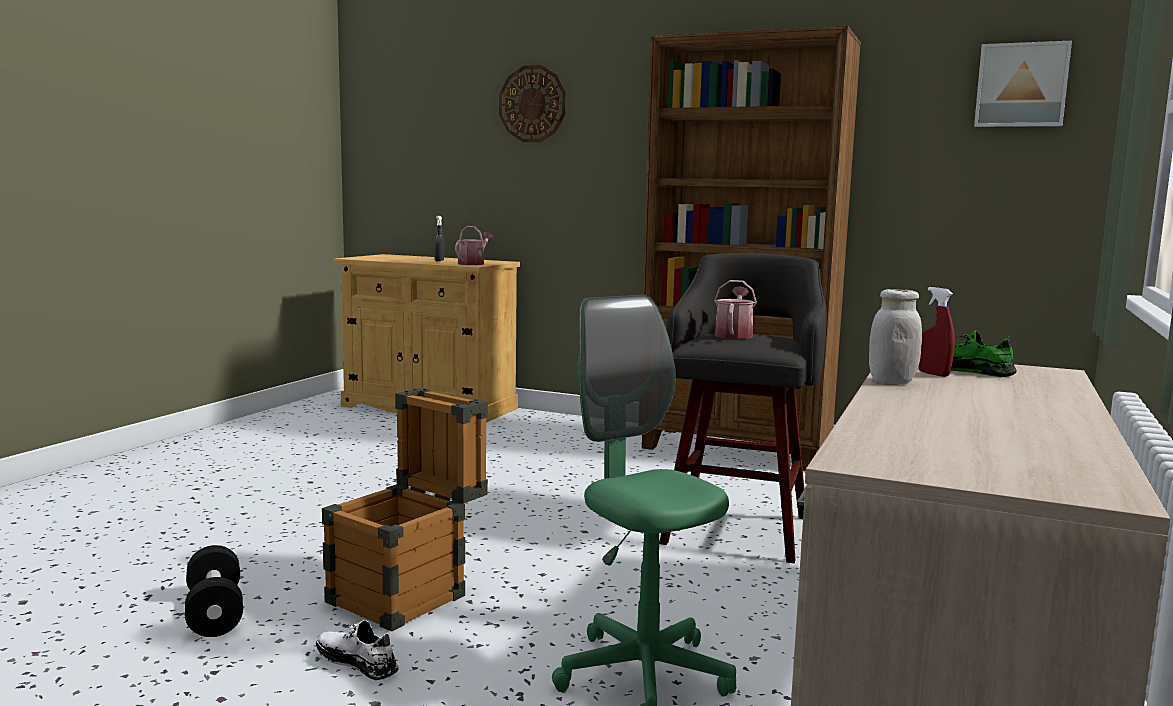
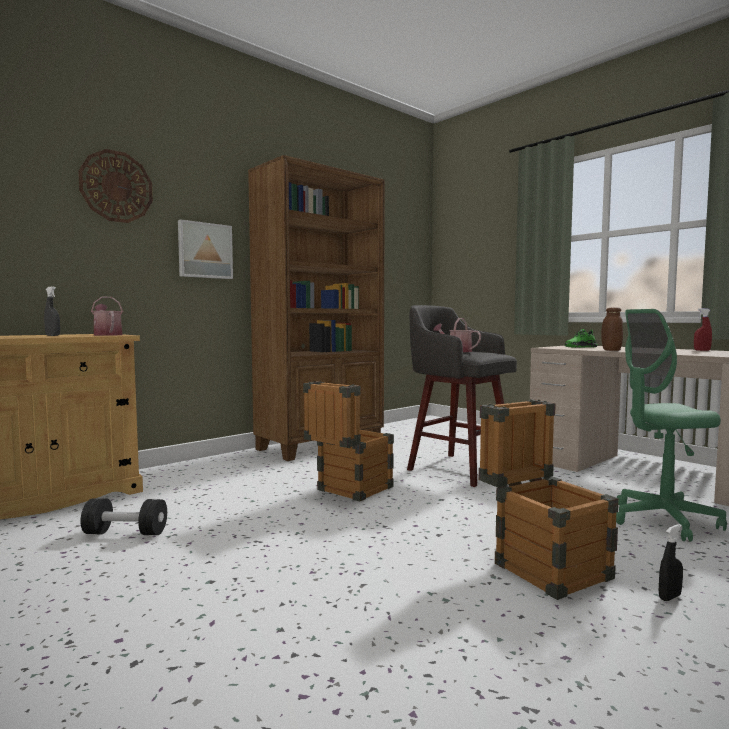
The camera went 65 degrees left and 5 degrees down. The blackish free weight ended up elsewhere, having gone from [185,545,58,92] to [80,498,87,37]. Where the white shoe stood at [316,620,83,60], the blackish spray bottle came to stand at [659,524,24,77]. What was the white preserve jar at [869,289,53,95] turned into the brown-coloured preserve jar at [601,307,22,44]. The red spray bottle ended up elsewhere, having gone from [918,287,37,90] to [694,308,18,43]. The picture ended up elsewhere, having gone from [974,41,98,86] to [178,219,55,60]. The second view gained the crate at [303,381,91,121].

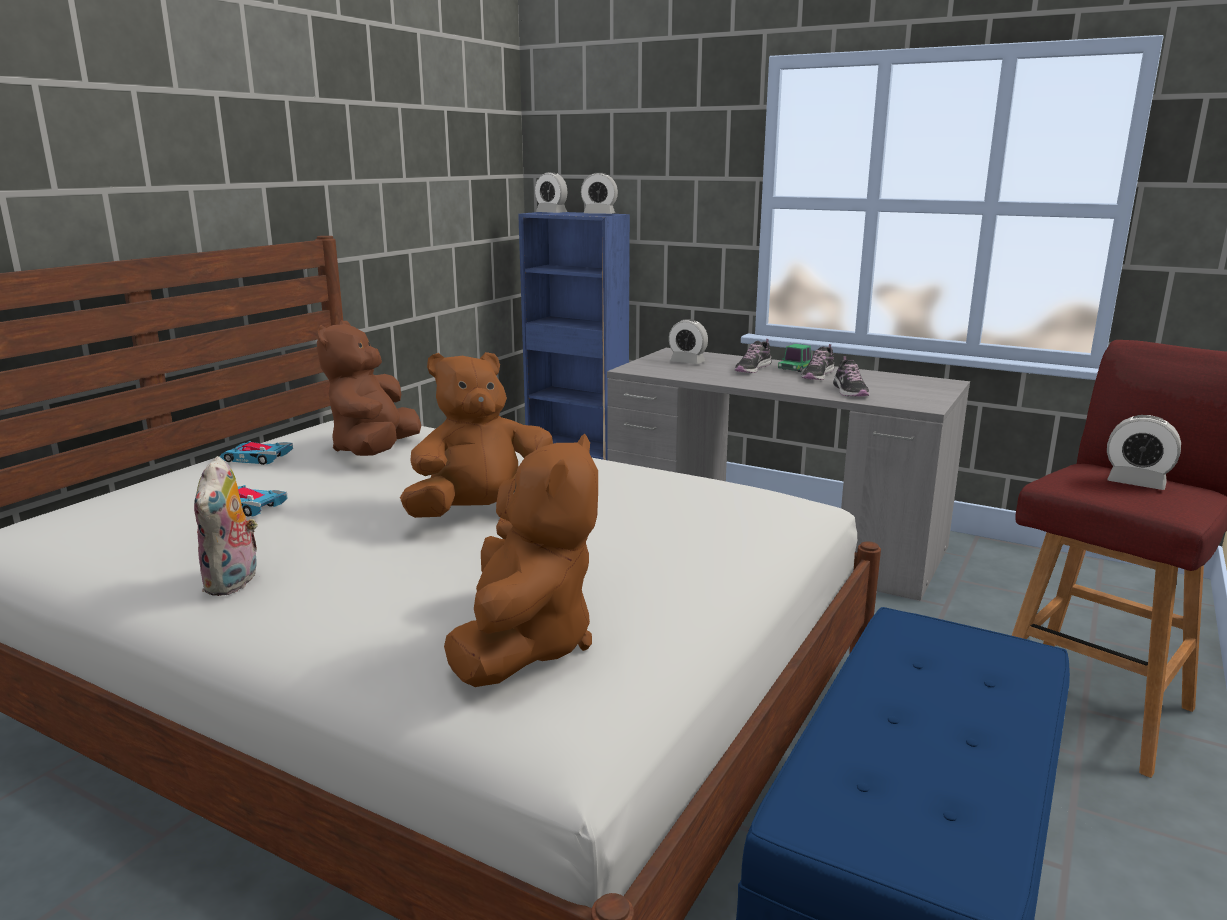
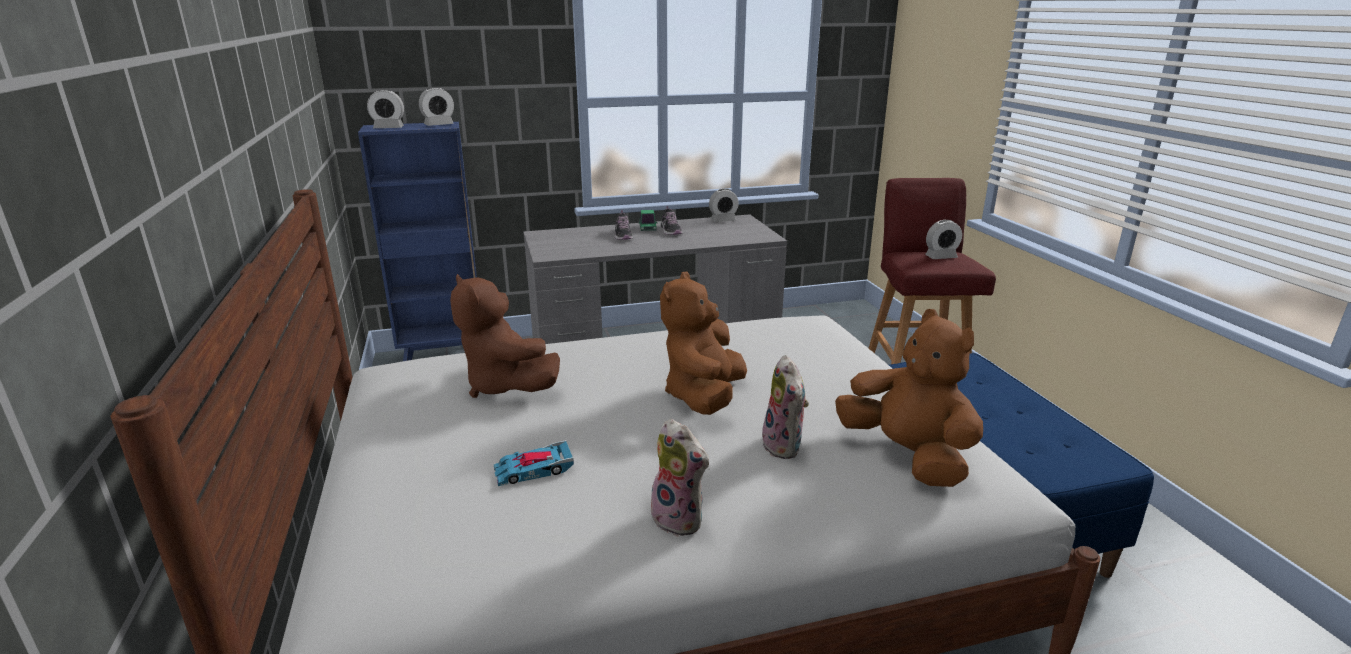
The camera went 45 degrees left and 5 degrees up. The second view lost the toy car at [219,441,74,24]. The table clock ended up elsewhere, having gone from [669,319,39,45] to [709,189,30,33]. The second view lost the shoe at [833,356,36,40]. The second view gained the cuddly toy at [762,355,47,104].

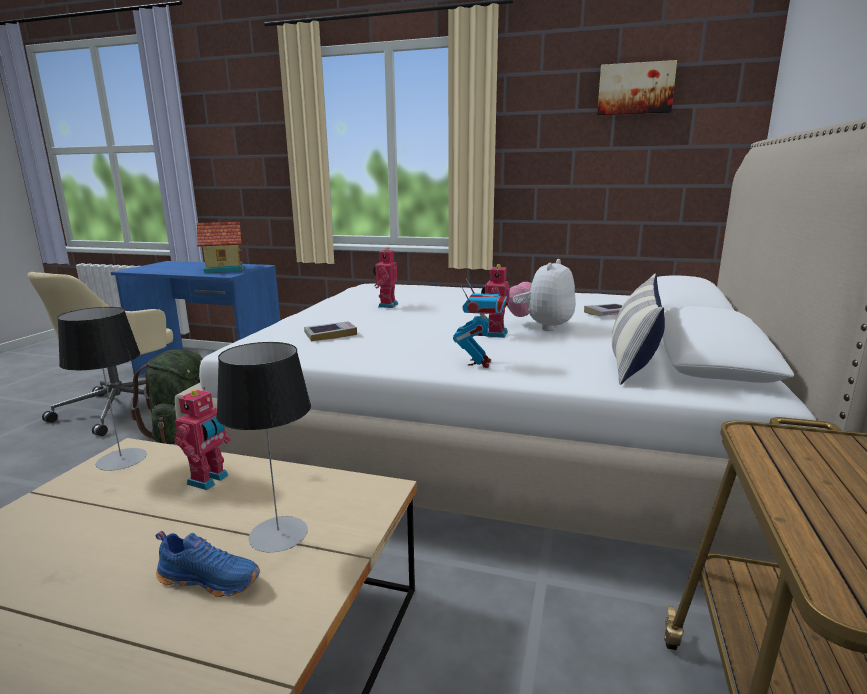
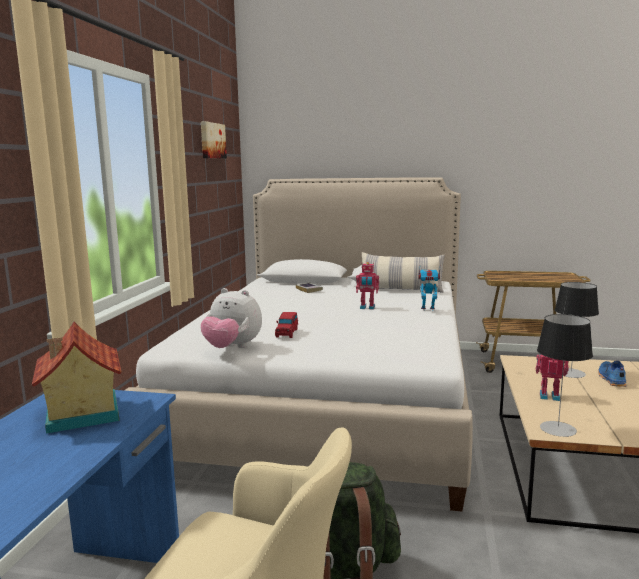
The camera went 95 degrees left and 5 degrees down. The second view lost the bound book at [304,321,53,21]. Where the robot figure stood at [373,248,25,60], the red toy car came to stand at [275,312,23,26]. The cuddly toy ended up elsewhere, having gone from [507,259,69,72] to [201,288,61,60].

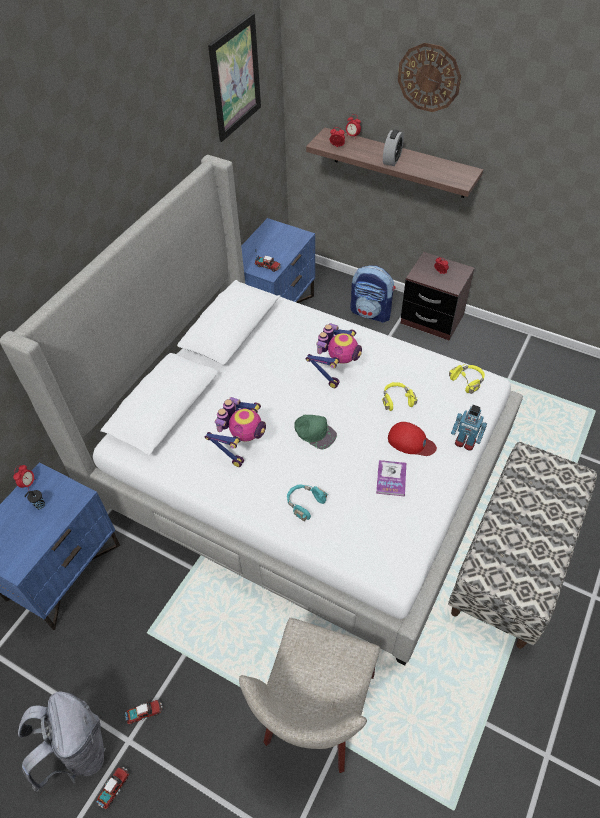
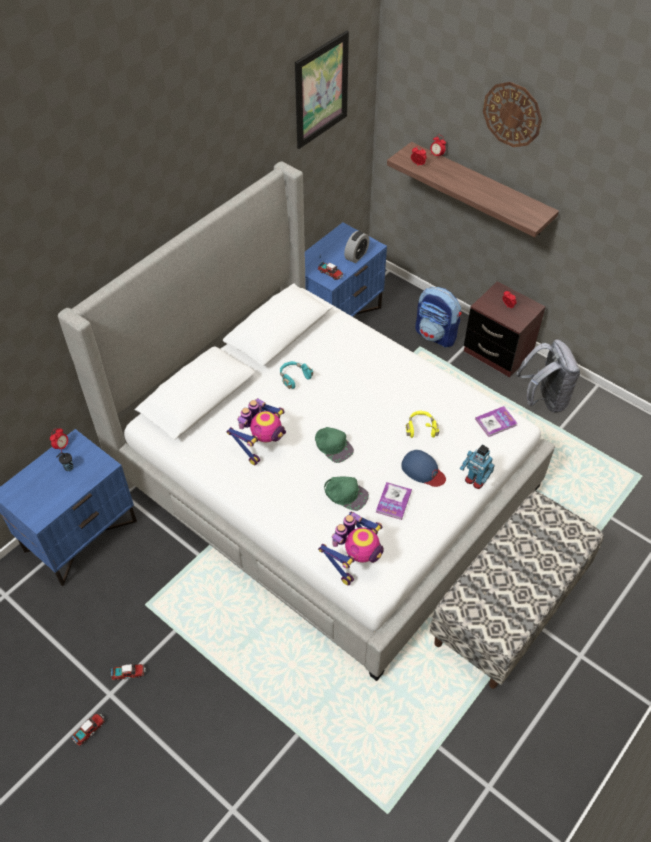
The camera went 10 degrees right and 0 degrees up. The greyish knapsack ended up elsewhere, having gone from [18,692,88,100] to [516,339,64,74]. The second view lost the beige upright chair at [239,618,141,155]. The turquoise-coloured headset ended up elsewhere, having gone from [287,484,41,37] to [280,361,33,28]. The robot figure ended up elsewhere, having gone from [306,323,56,65] to [318,511,66,75]. The table clock ended up elsewhere, having gone from [383,130,21,36] to [344,231,25,32]. What was the red cap at [388,422,49,34] turned into the blue cap at [401,450,45,37]. Where the yellowish headset stood at [449,364,36,30], the bound book came to stand at [475,406,43,31]. The second view gained the green-coloured cap at [324,477,45,34].

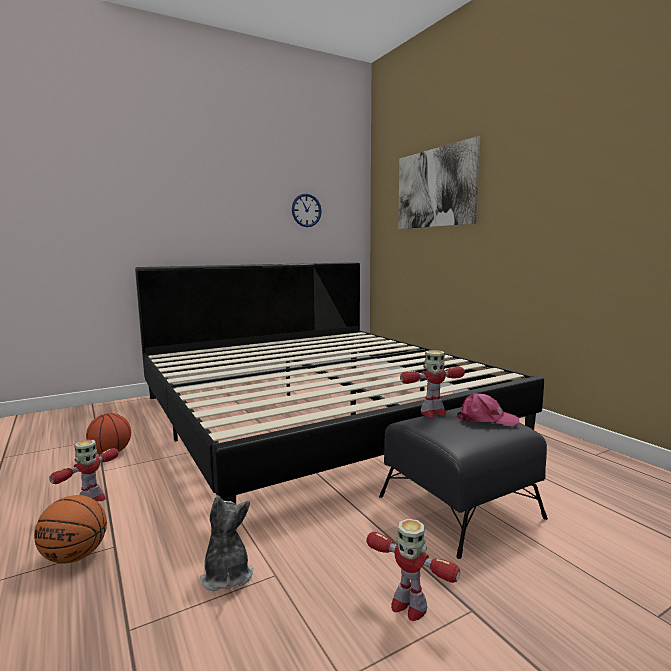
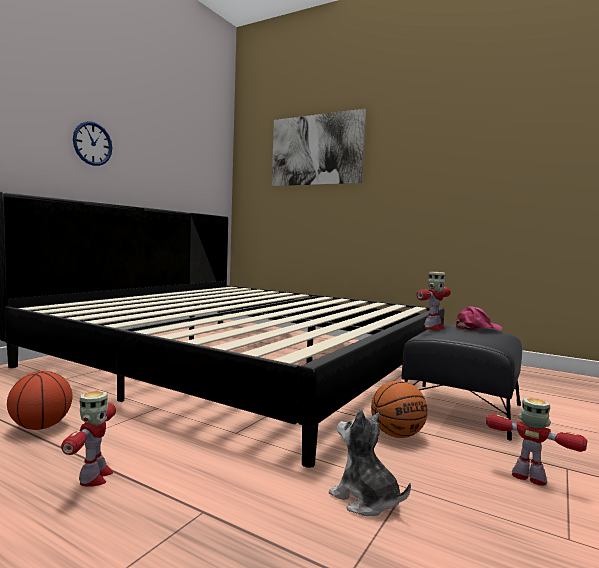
The camera went 30 degrees left and 5 degrees down. The basketball ball ended up elsewhere, having gone from [34,495,73,69] to [371,381,57,57]. The wall clock ended up elsewhere, having gone from [292,193,30,34] to [73,121,39,45]. The robot figure at [366,519,94,102] ended up facing another way, 150 degrees counterclockwise from before.

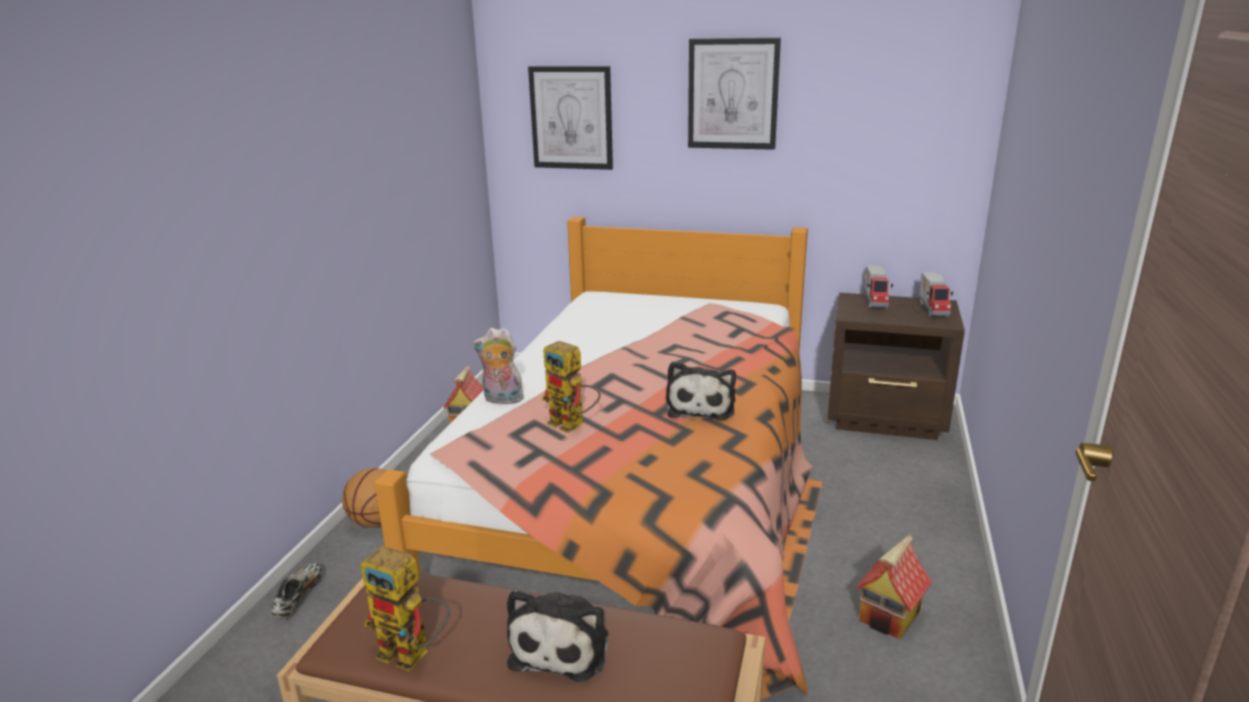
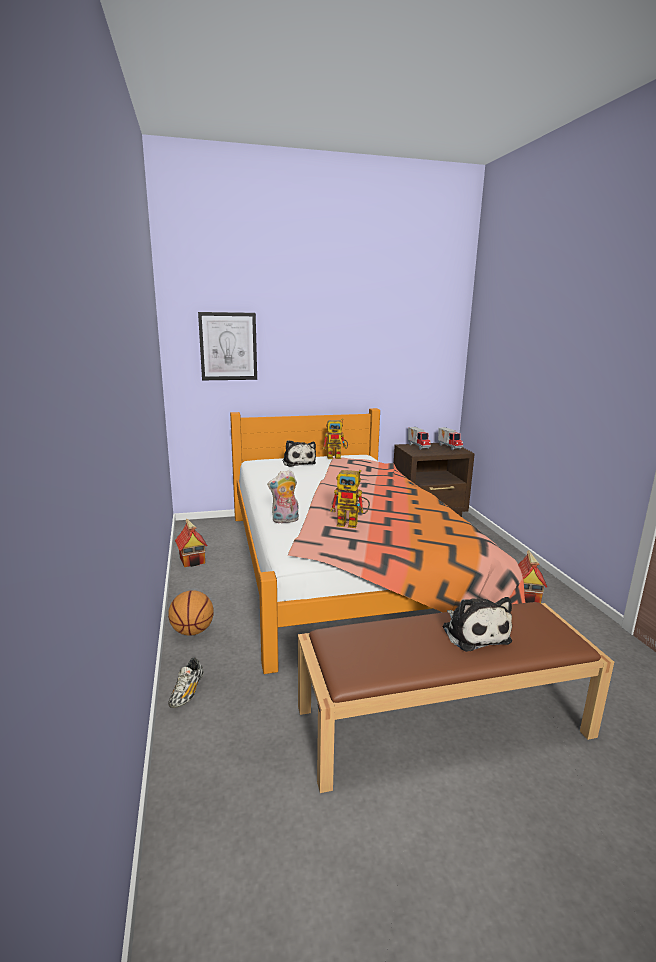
The camera went 30 degrees left and 5 degrees down. The shoe at [271,563,51,56] ended up facing another way, 150 degrees counterclockwise from before. The robot figure ended up elsewhere, having gone from [361,546,89,126] to [323,419,25,40]. The cuddly toy ended up elsewhere, having gone from [666,361,70,59] to [283,440,33,27]. The second view lost the picture at [688,38,93,112].

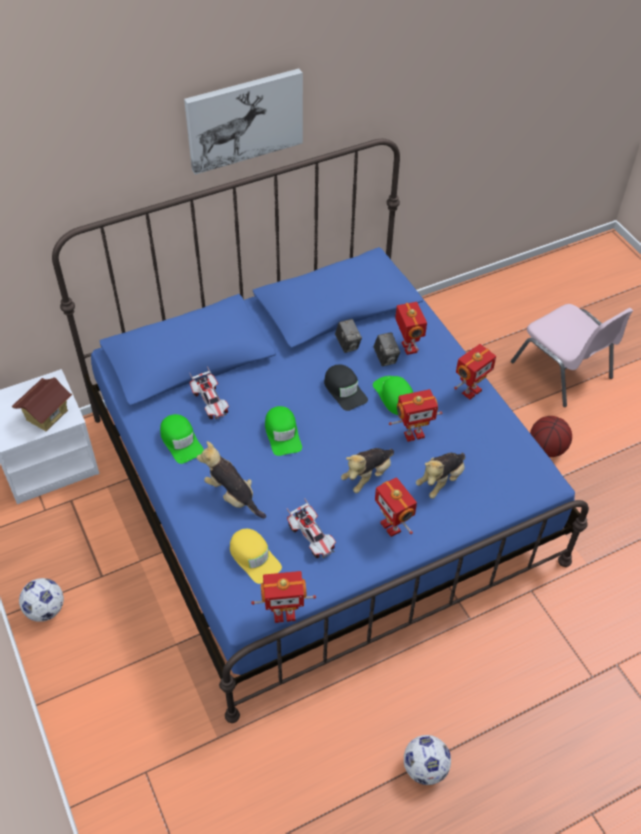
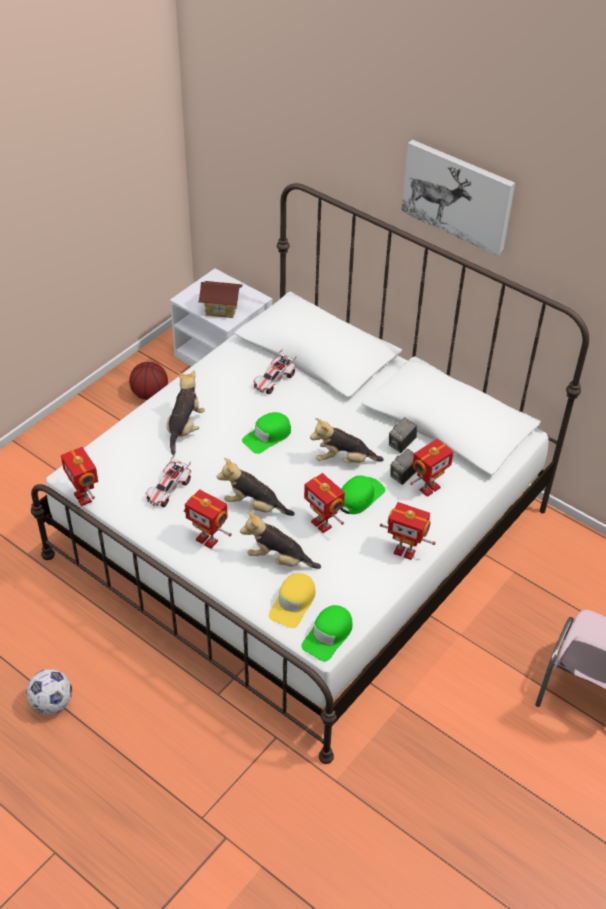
The camera went 65 degrees right and 5 degrees down. The second view lost the ball for football at [19,578,45,44]. What was the blue bedroom bed at [52,139,537,584] turned into the white bedroom bed at [31,183,558,581]. The green-coloured cap ended up elsewhere, having gone from [160,414,44,50] to [301,605,51,56]. The yellowish cap ended up elsewhere, having gone from [230,529,52,55] to [269,573,46,55]. Where the blackish cap stood at [324,365,44,46], the cuddly toy came to stand at [310,418,74,45]. The robot figure at [375,477,42,60] ended up facing another way, 90 degrees counterclockwise from before. The basketball ball ended up elsewhere, having gone from [530,416,42,41] to [129,362,39,38].

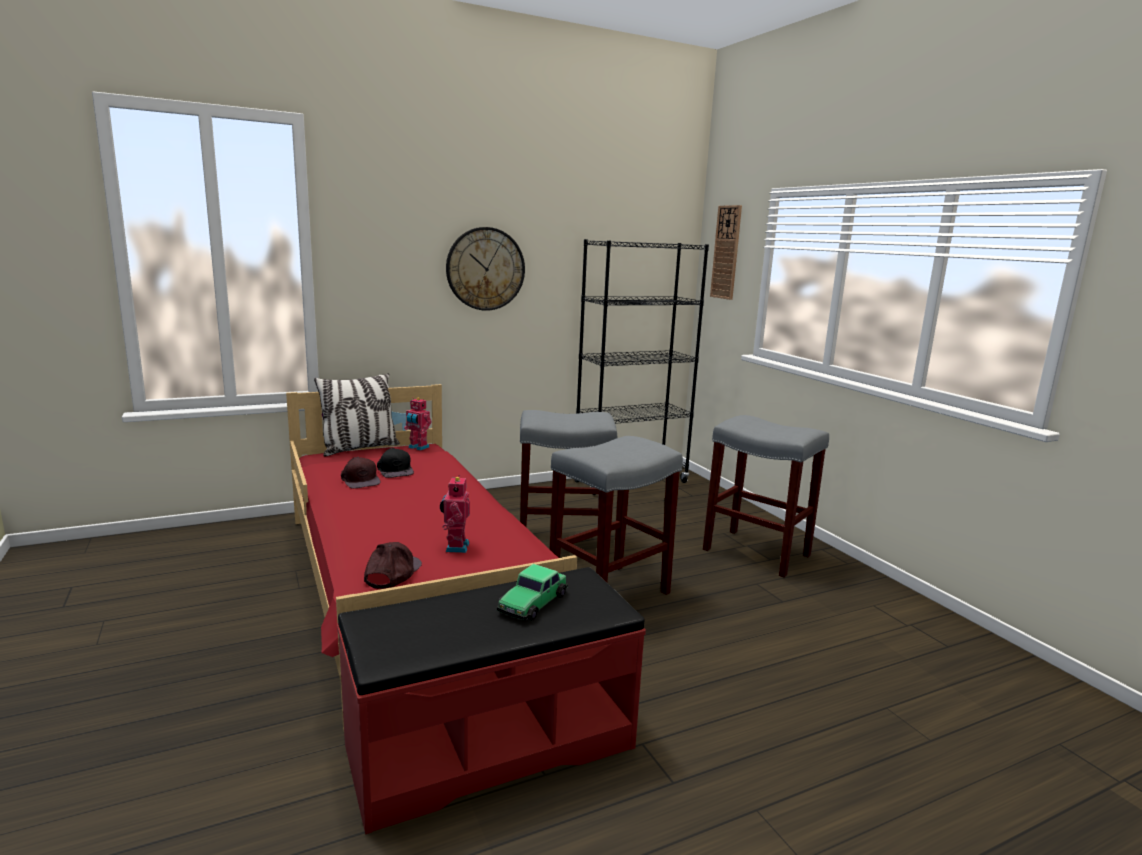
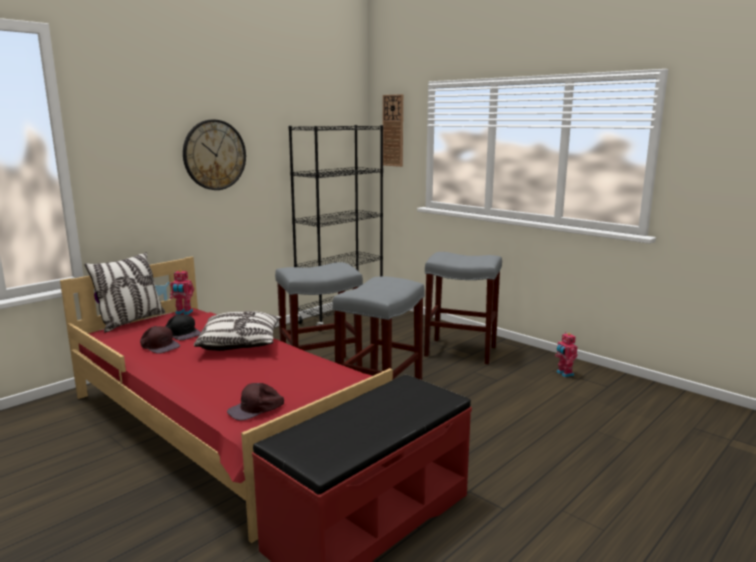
The camera went 20 degrees left and 0 degrees up. The brown-coloured cap at [364,542,58,47] ended up facing another way, 120 degrees counterclockwise from before. The robot figure ended up elsewhere, having gone from [440,475,30,78] to [555,332,23,45]. The second view lost the toy car at [497,564,71,57]. The second view gained the cushion at [194,311,87,40].

